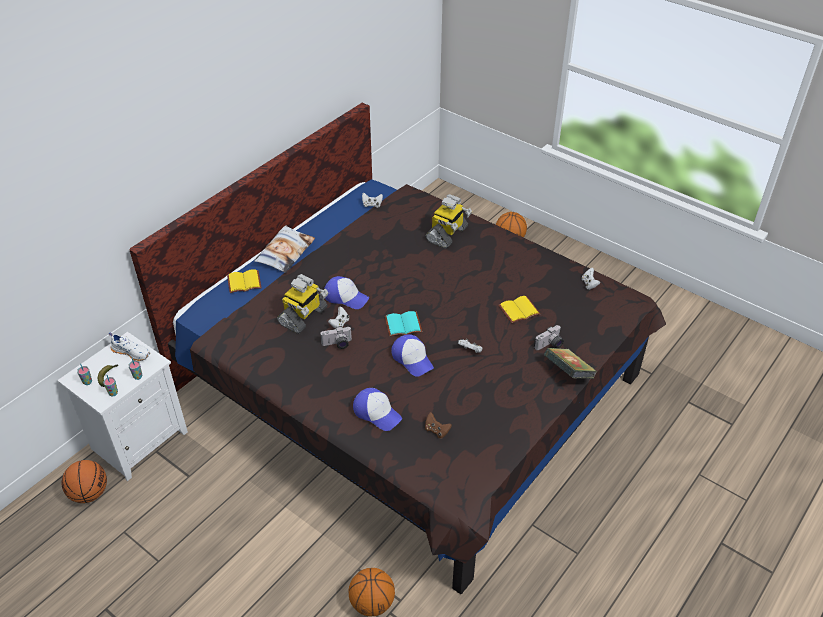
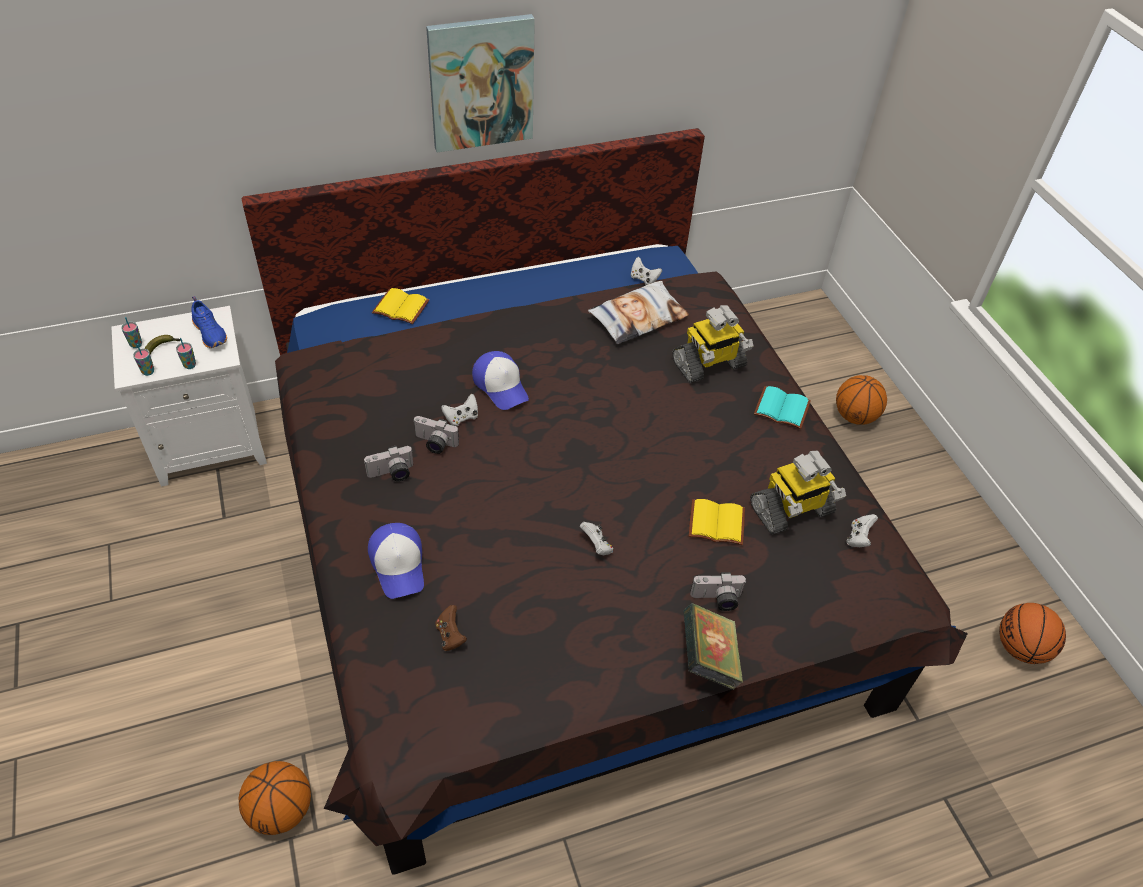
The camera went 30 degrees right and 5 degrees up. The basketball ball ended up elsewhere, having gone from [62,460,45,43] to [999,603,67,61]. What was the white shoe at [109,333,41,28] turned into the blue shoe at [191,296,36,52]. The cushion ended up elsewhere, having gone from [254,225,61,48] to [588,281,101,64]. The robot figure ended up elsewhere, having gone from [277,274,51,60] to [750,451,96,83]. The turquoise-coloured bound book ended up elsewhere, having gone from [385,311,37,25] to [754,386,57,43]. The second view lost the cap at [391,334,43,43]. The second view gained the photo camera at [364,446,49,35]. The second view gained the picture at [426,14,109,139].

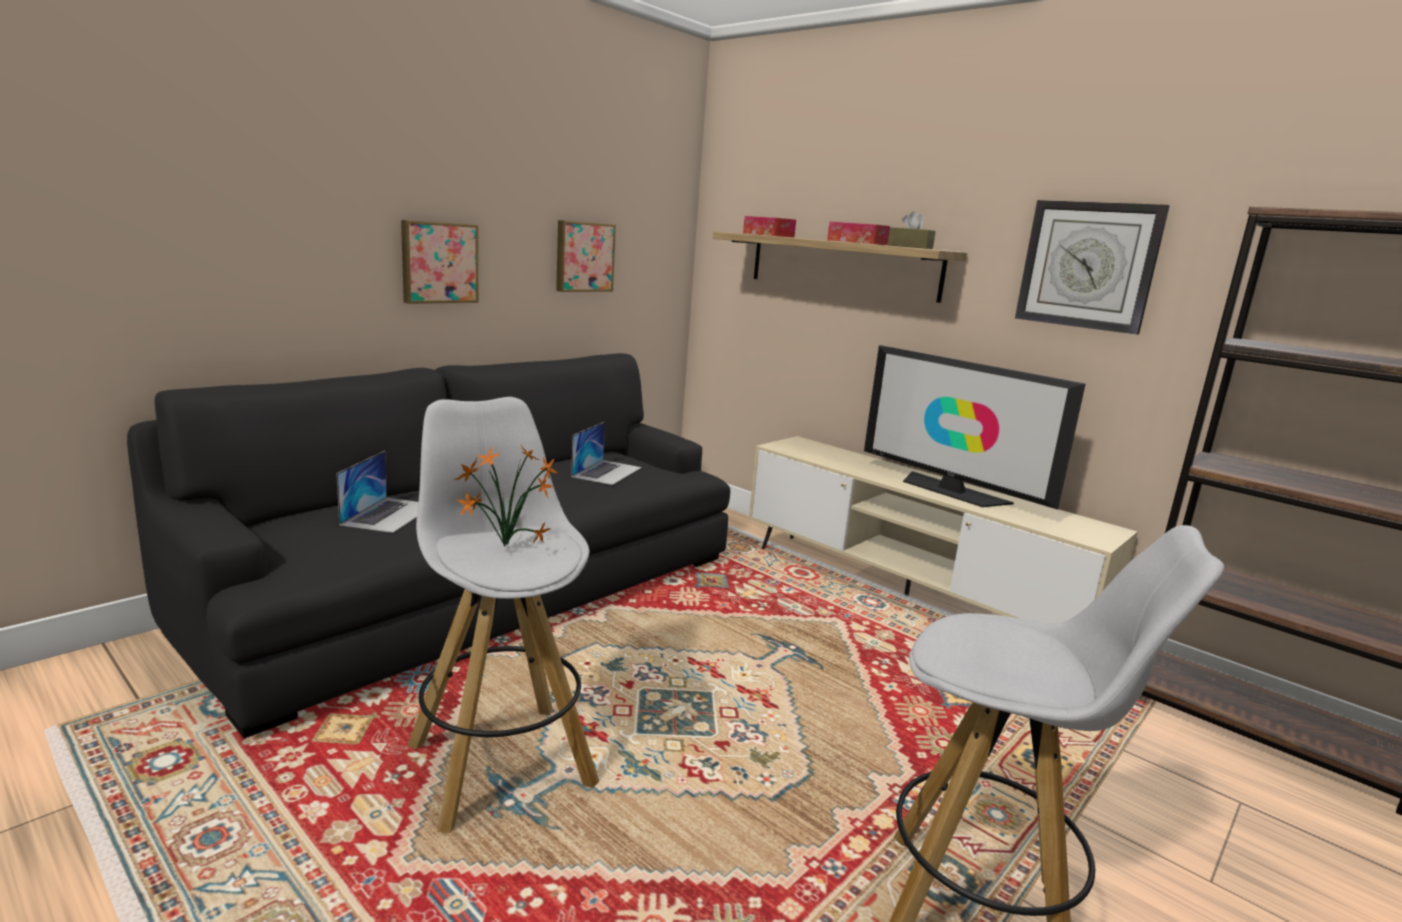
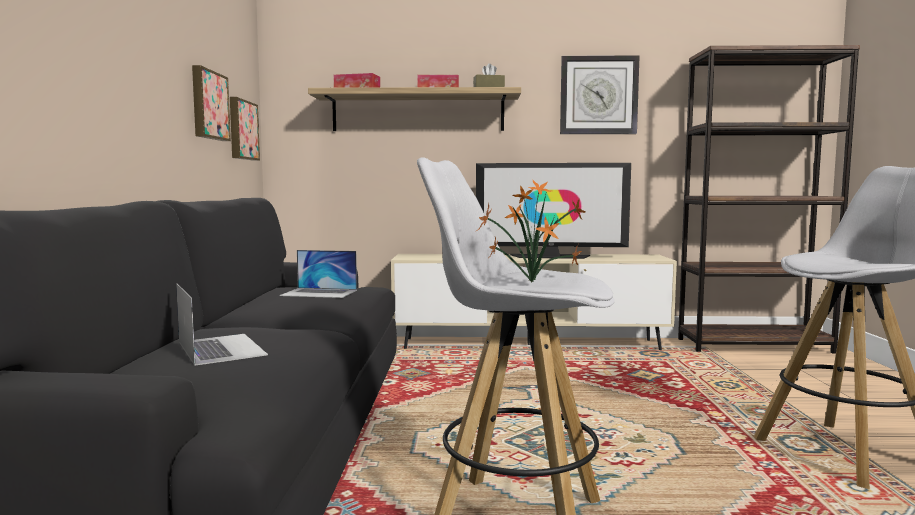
The camera went 40 degrees left and 10 degrees down. The picture ended up elsewhere, having gone from [401,220,78,84] to [230,97,30,64]. The notebook computer at [571,422,71,63] ended up facing another way, 120 degrees clockwise from before.

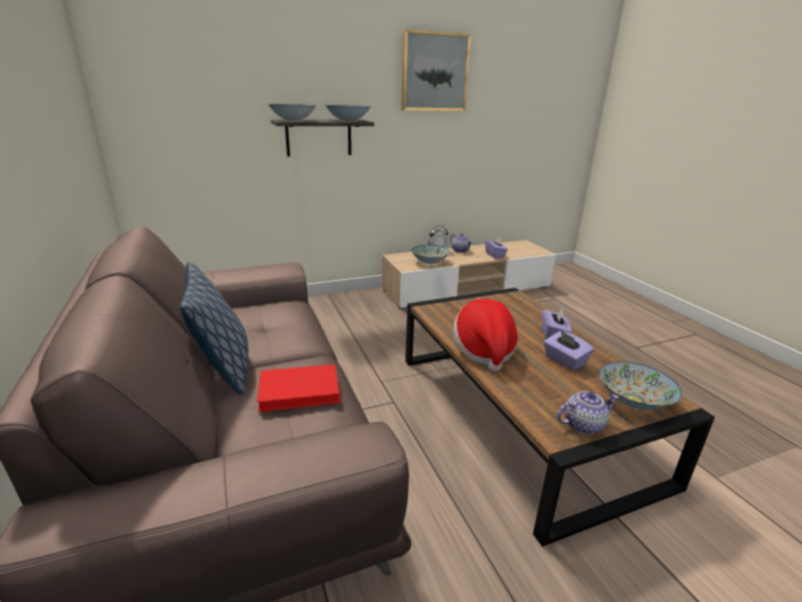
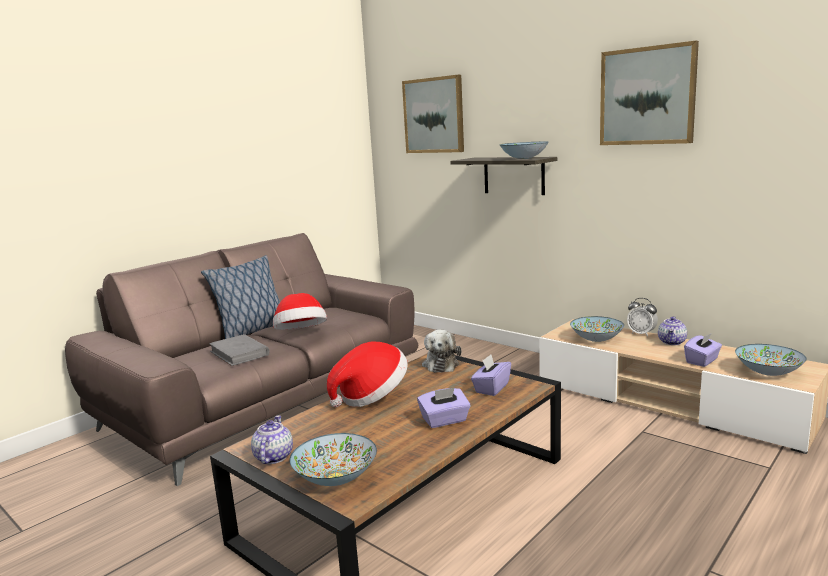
The camera went 65 degrees right and 10 degrees down. What was the red bound book at [257,364,84,48] turned into the greyish bound book at [209,334,60,32]. The bowl ended up elsewhere, having gone from [268,104,48,17] to [735,344,72,32]. The purplish tissue holder ended up elsewhere, having gone from [544,331,50,40] to [471,354,40,42]. The pot for tea at [557,391,62,43] ended up facing another way, 135 degrees counterclockwise from before. The second view gained the wearable hat at [273,293,54,37]. The second view gained the picture at [402,75,62,78]. The second view gained the cuddly toy at [422,330,39,43].

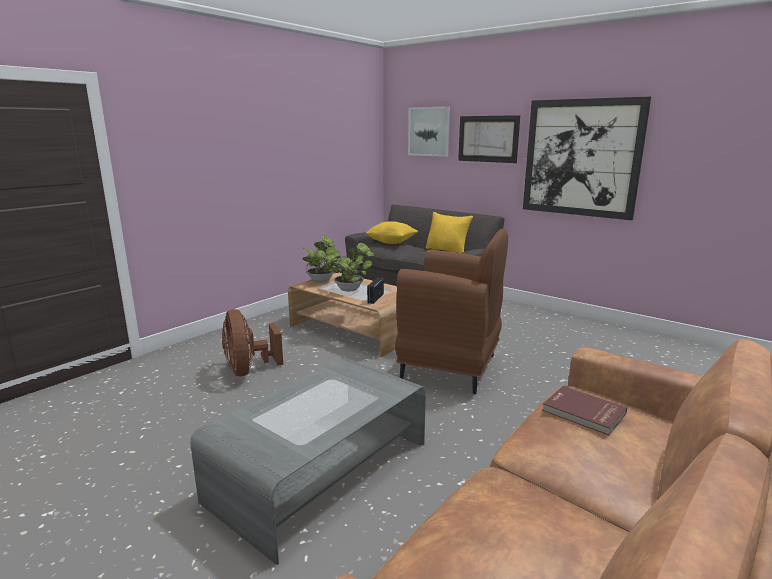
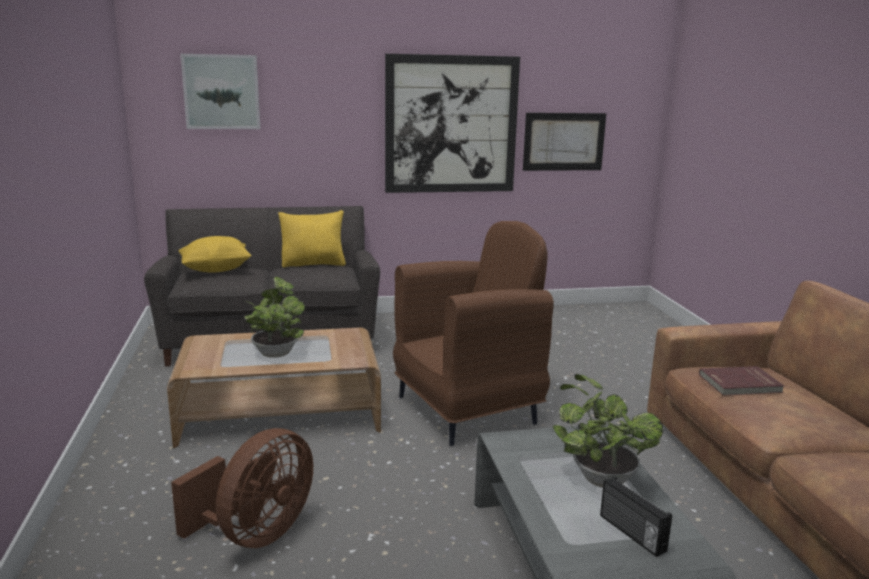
The camera went 50 degrees left and 0 degrees up. The brown-coloured fan at [222,309,61,67] ended up facing another way, 75 degrees counterclockwise from before. The houseplant ended up elsewhere, having gone from [303,236,37,47] to [552,374,111,114]. The radio set ended up elsewhere, having gone from [367,277,17,27] to [600,477,72,80]. The picture ended up elsewhere, having gone from [458,115,62,48] to [523,113,83,58].

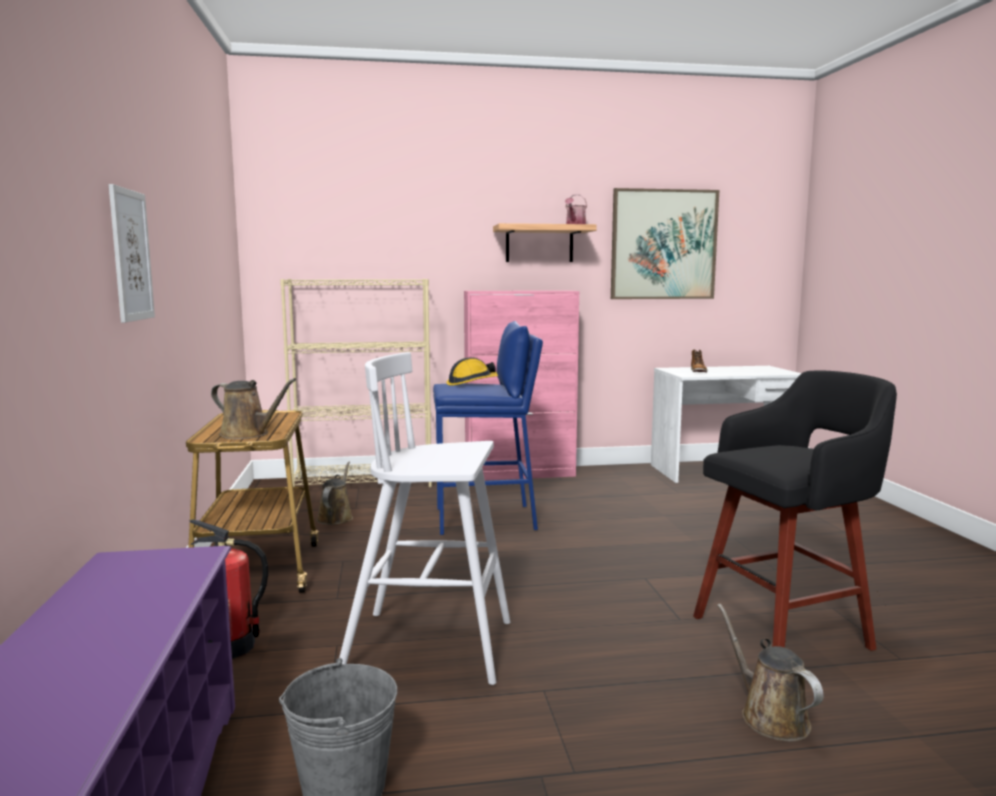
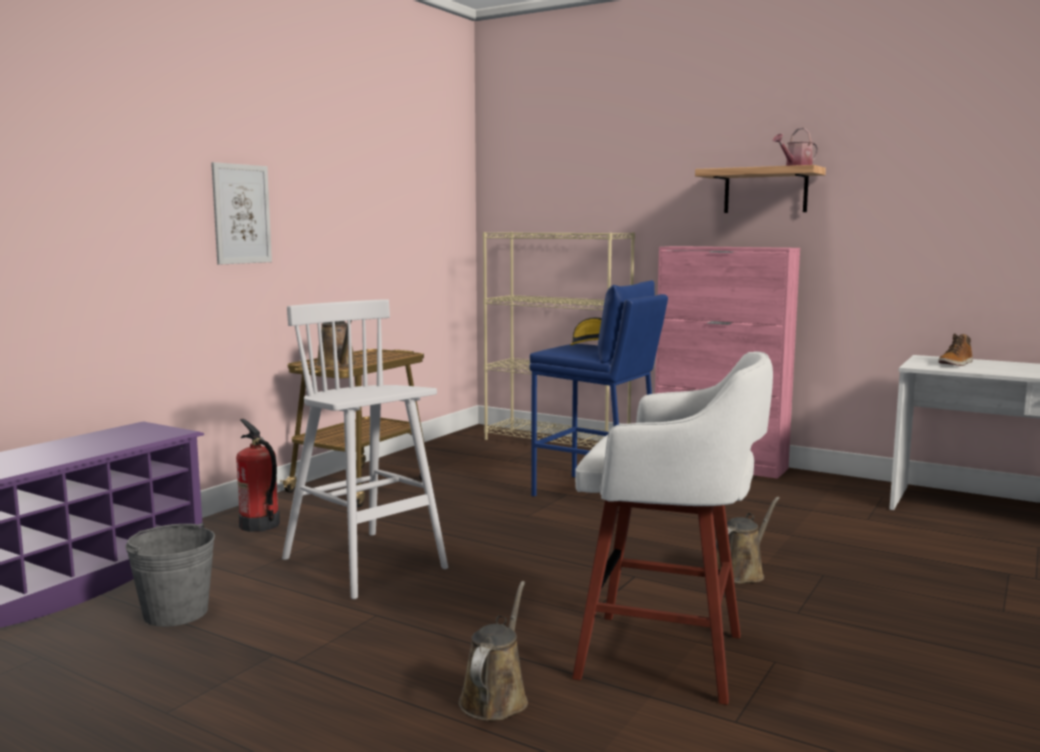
The camera went 40 degrees right and 0 degrees up. The brown-coloured sprinkling can ended up elsewhere, having gone from [316,462,37,63] to [716,497,64,87]. The second view lost the picture at [611,188,108,111]. What was the blackish stool seat at [693,371,204,280] turned into the white stool seat at [572,351,201,354].

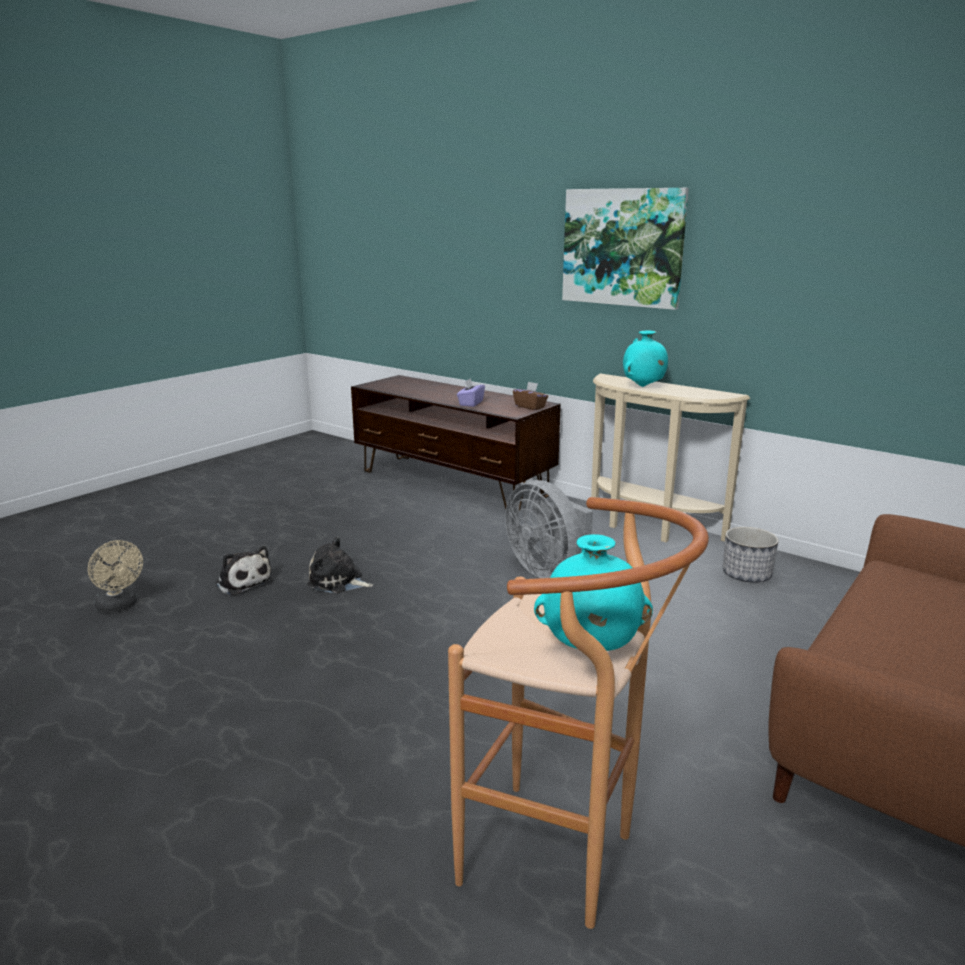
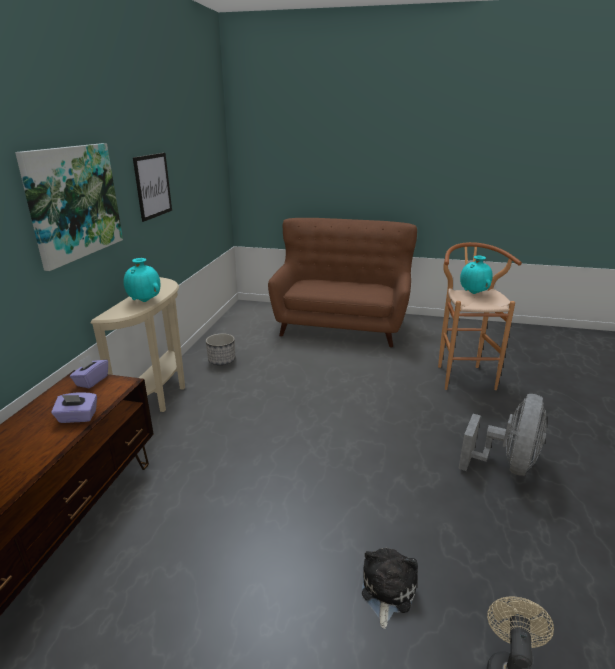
The camera went 115 degrees left and 5 degrees up. The second view lost the cuddly toy at [307,537,66,56]. The greyish fan ended up elsewhere, having gone from [505,480,88,98] to [458,394,89,82]. What was the brown-coloured tissue holder at [513,381,35,29] turned into the purplish tissue holder at [70,355,38,33]. The second view gained the picture at [133,153,39,69].

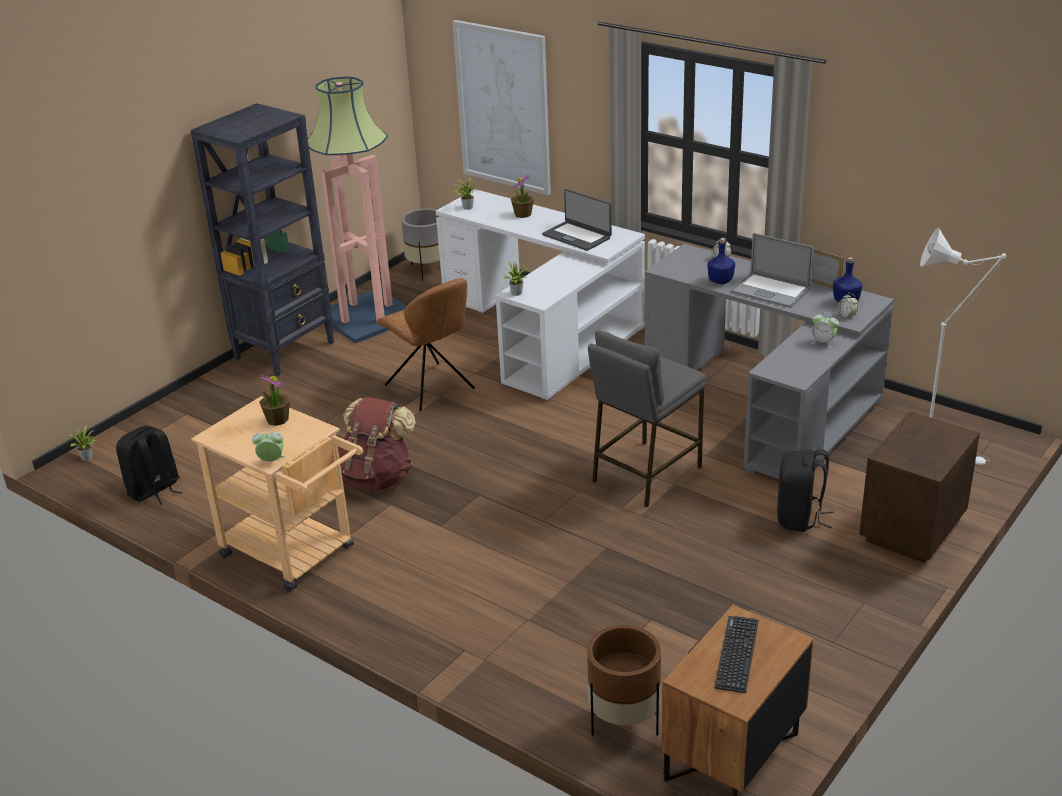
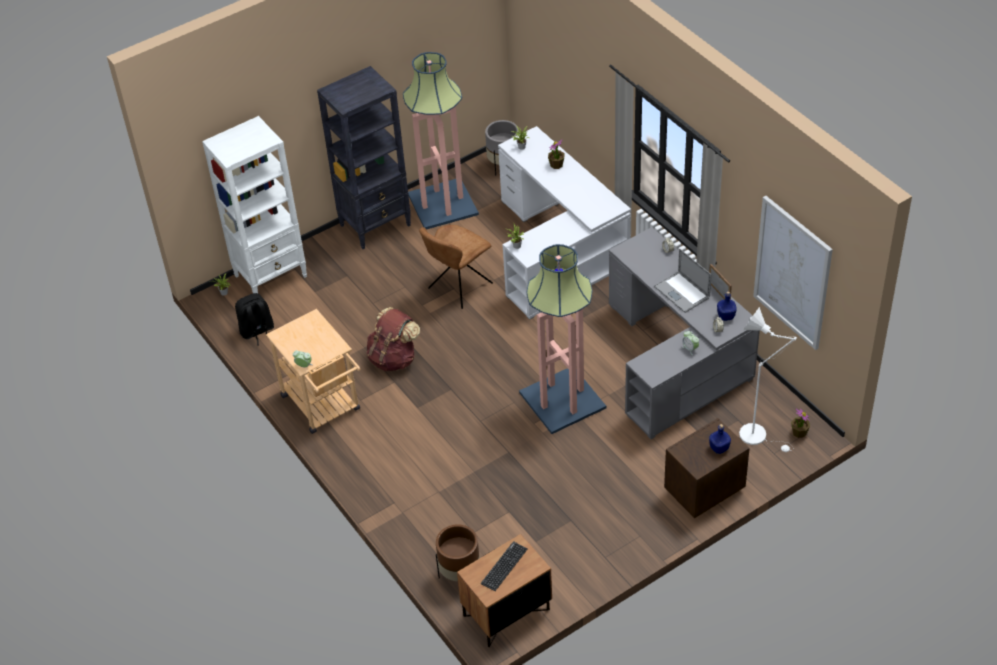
The camera went 20 degrees right and 15 degrees up. The houseplant ended up elsewhere, having gone from [258,373,32,53] to [791,408,19,30]. The brown-coloured upright chair at [377,278,98,133] ended up facing another way, 60 degrees clockwise from before. The picture ended up elsewhere, having gone from [452,20,99,175] to [753,196,80,154]. The second view lost the notebook computer at [542,189,70,62]. Where the greyish stool seat stood at [588,330,118,177], the standard lamp came to stand at [519,244,87,190]. The blue drink bottle ended up elsewhere, having gone from [708,238,27,46] to [709,424,22,30]. The second view lost the blackish knapsack at [777,449,57,83]. The second view gained the white bookshelf at [202,116,105,177].

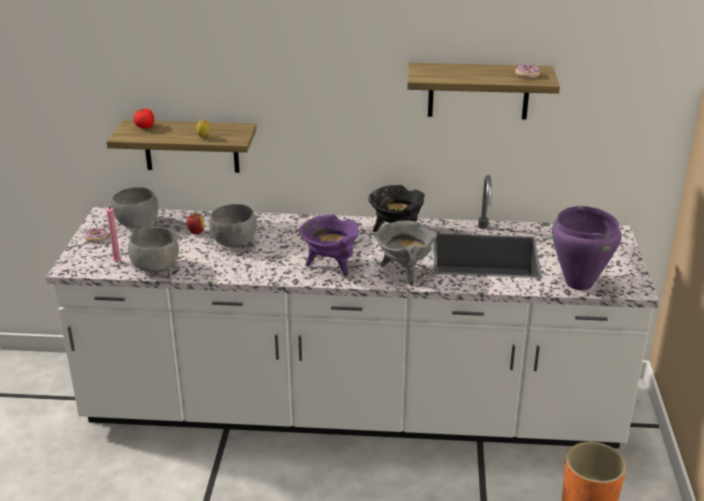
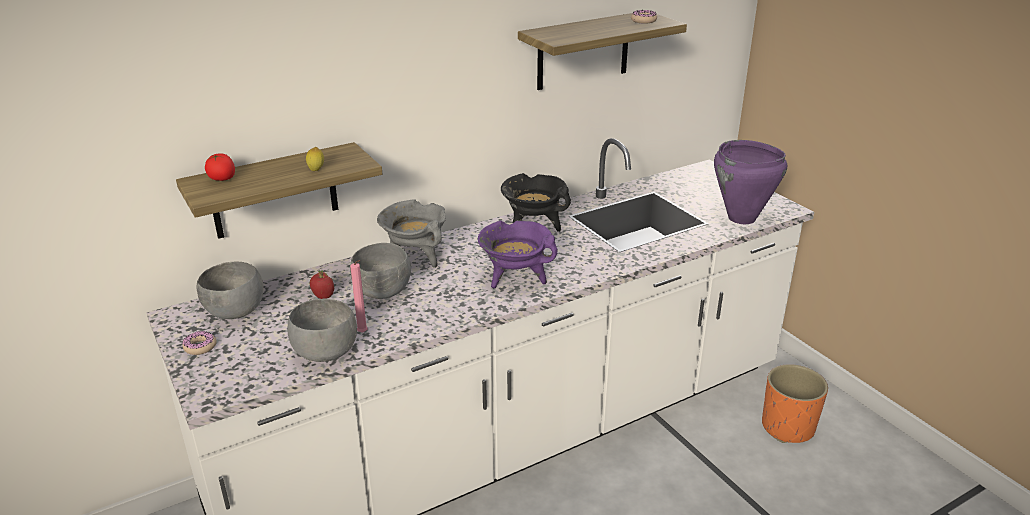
The camera went 35 degrees left and 0 degrees up. The pink candle ended up elsewhere, having gone from [106,206,15,56] to [350,260,18,73]. The greyish stockpot ended up elsewhere, having gone from [375,221,62,64] to [377,199,69,69].

